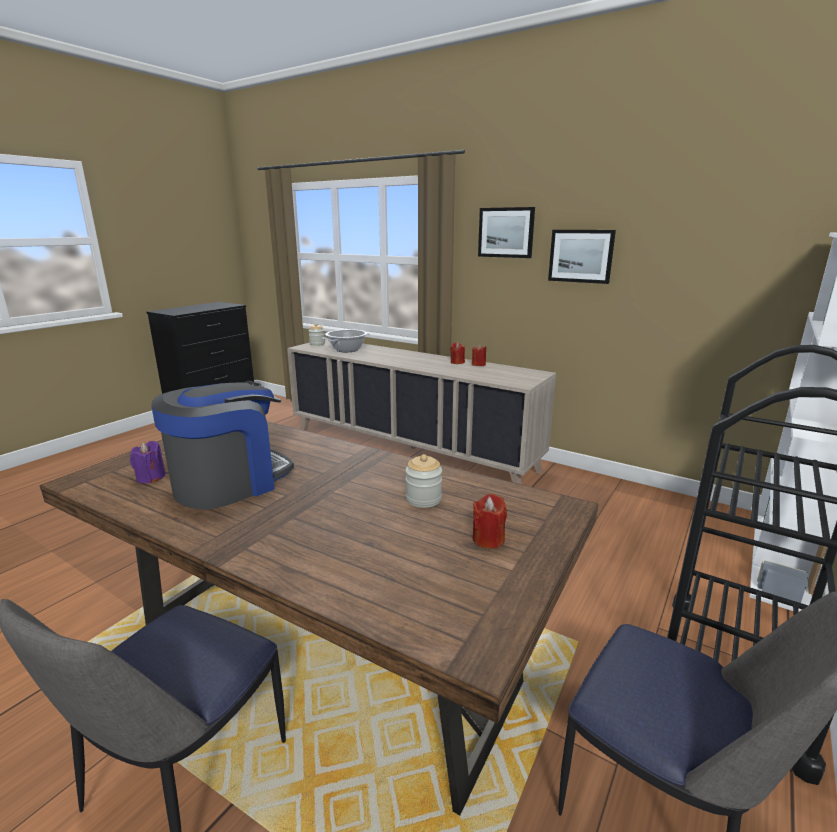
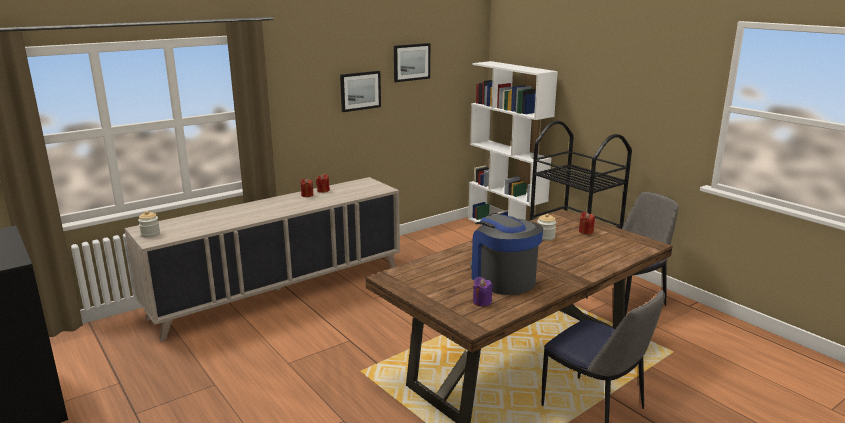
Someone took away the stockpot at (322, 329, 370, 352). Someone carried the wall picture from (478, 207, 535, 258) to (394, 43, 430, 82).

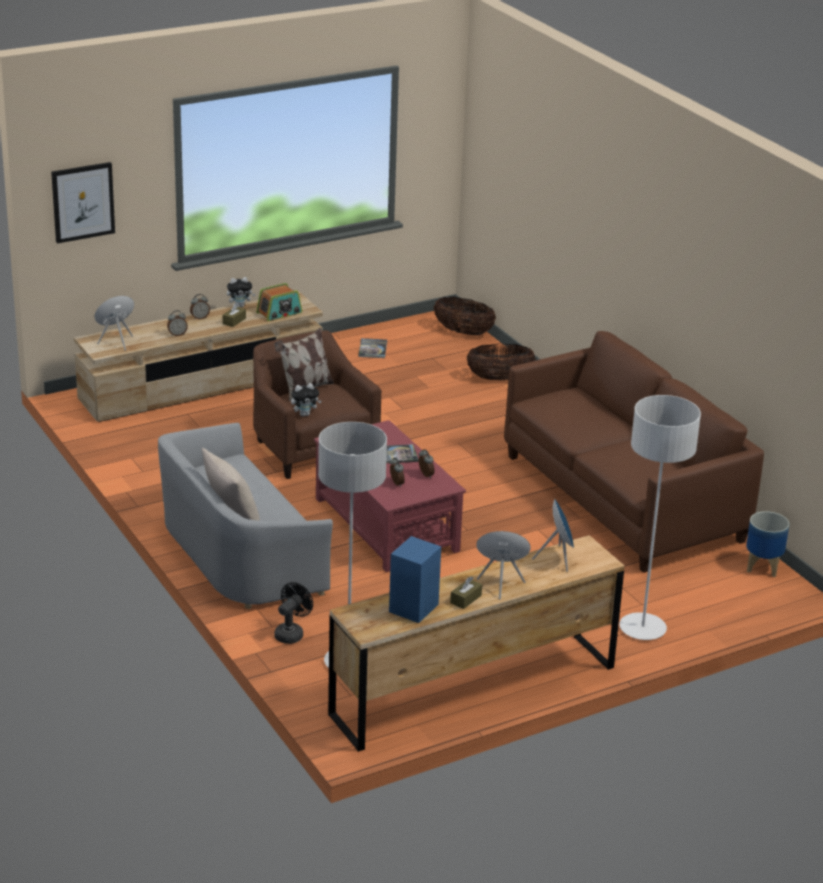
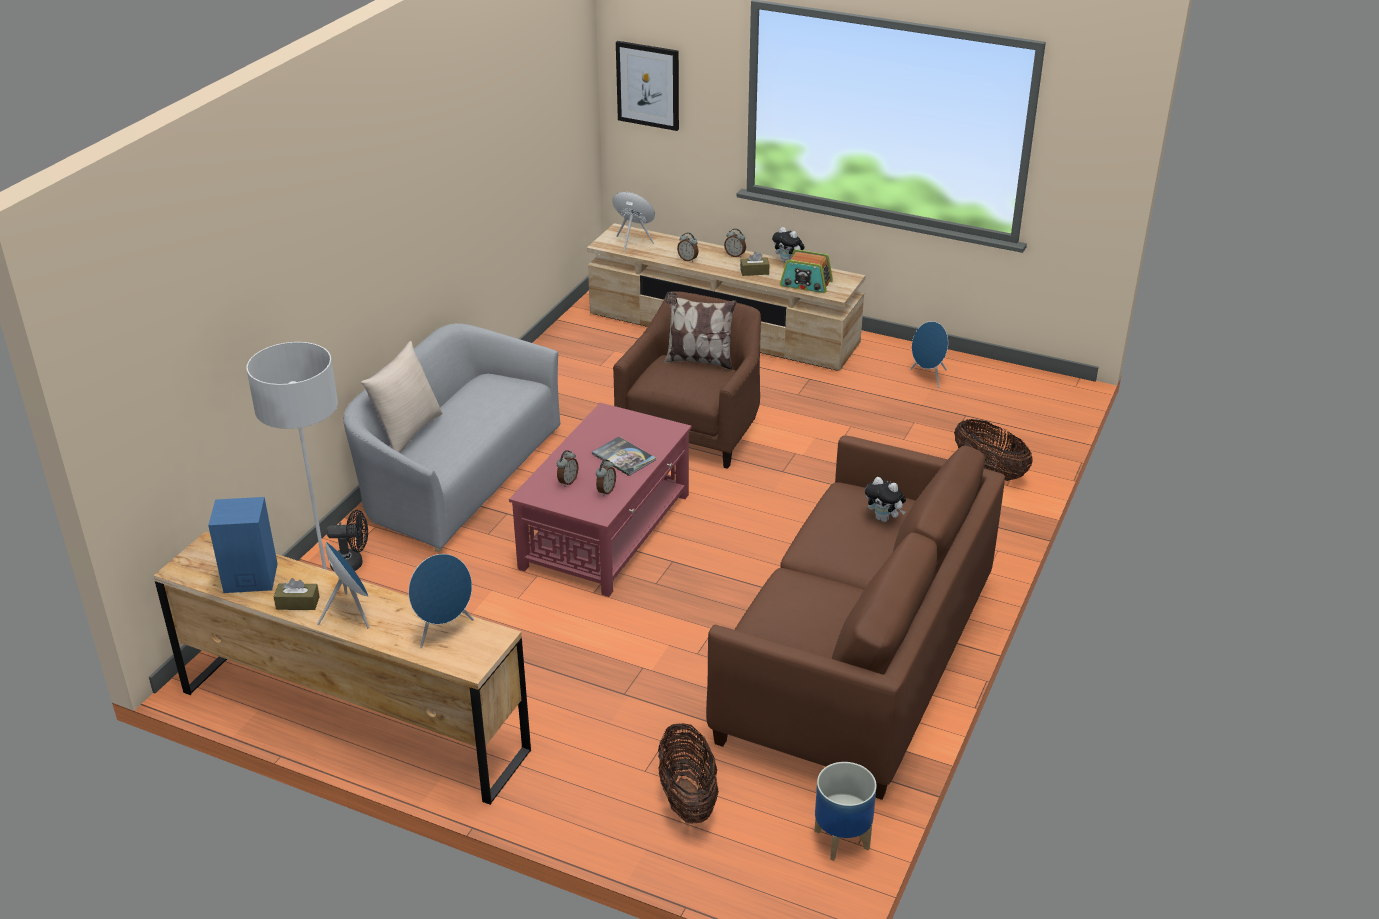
Someone took away the white-coloured floor lamp at (619, 395, 701, 640). Someone carried the plush toy from (291, 383, 322, 416) to (865, 477, 906, 522). Someone carried the storage basket from (433, 297, 496, 335) to (658, 723, 719, 824). Someone swapped the volume at (358, 338, 387, 358) for the bluish audio speaker at (911, 321, 948, 388).

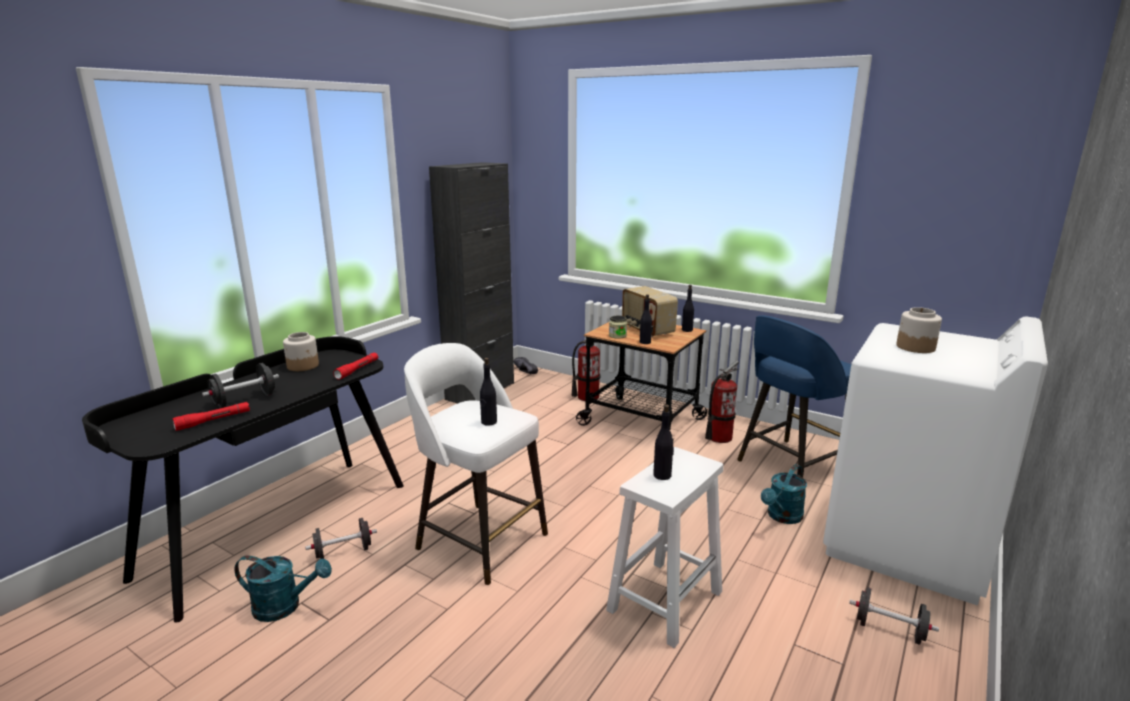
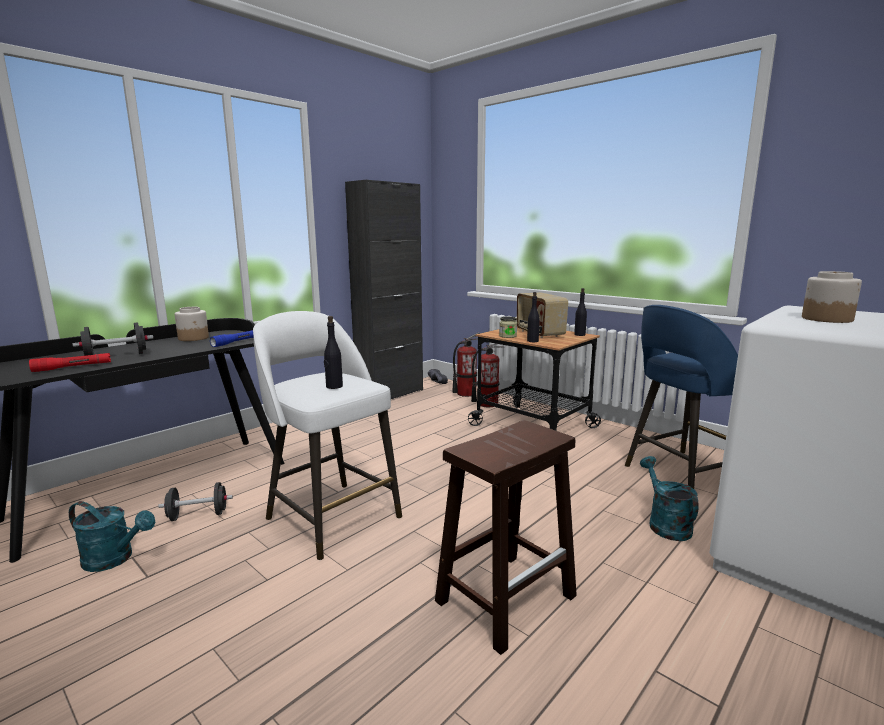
Someone took away the black-coloured beverage bottle at (653, 404, 674, 480). Someone took away the black-coloured free weight at (849, 587, 939, 645). Someone carried the extinguisher from (705, 361, 739, 443) to (452, 332, 480, 397). Someone repainted the reddish flashlight at (333, 353, 378, 380), which became the bluish flashlight at (210, 330, 254, 347). Someone repainted the white-coloured sitting stool at (606, 447, 724, 648), which became the brown sitting stool at (435, 420, 577, 655). Someone rotated the blue-green watering pot at (761, 464, 807, 524) by 120 degrees clockwise.

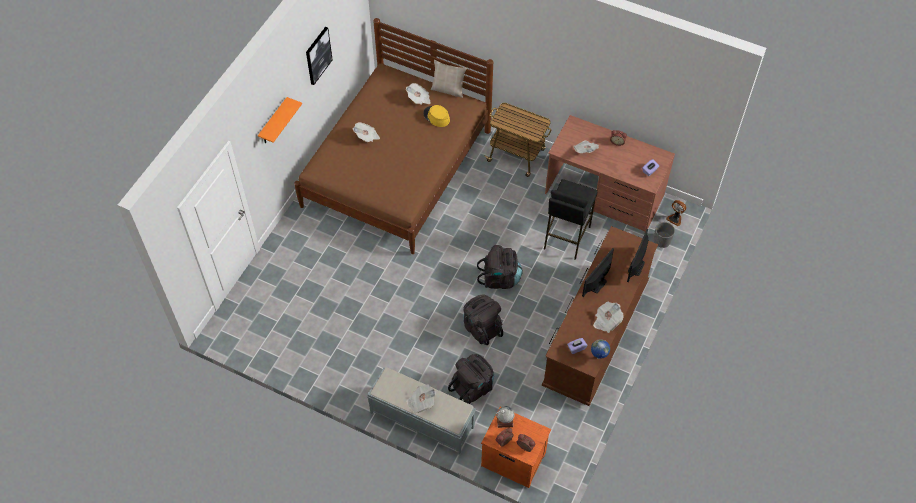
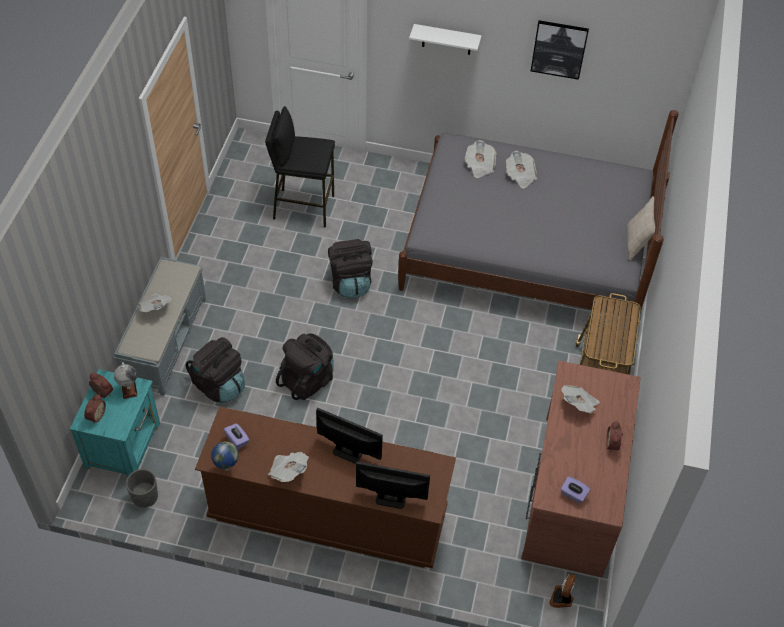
Someone took away the yellow clothing hat at (423, 105, 450, 127). Someone carried the newspaper from (406, 83, 431, 105) to (465, 140, 496, 178). Someone carried the black-coloured knapsack from (477, 245, 523, 289) to (328, 239, 373, 298). Someone carried the black-coloured sitting stool from (544, 179, 597, 260) to (265, 106, 335, 228). Someone carried the grey plant pot from (654, 222, 675, 248) to (126, 469, 158, 508). Someone repainted the orangey bracket shelf at (258, 97, 302, 143), which became the white-coloured bracket shelf at (409, 24, 482, 55). Someone repainted the brown bedroom bed at (294, 18, 493, 254), which became the grey bedroom bed at (398, 110, 679, 328). Someone repainted the orangey nightstand at (481, 407, 551, 488), which became the blue-green nightstand at (70, 369, 160, 477).

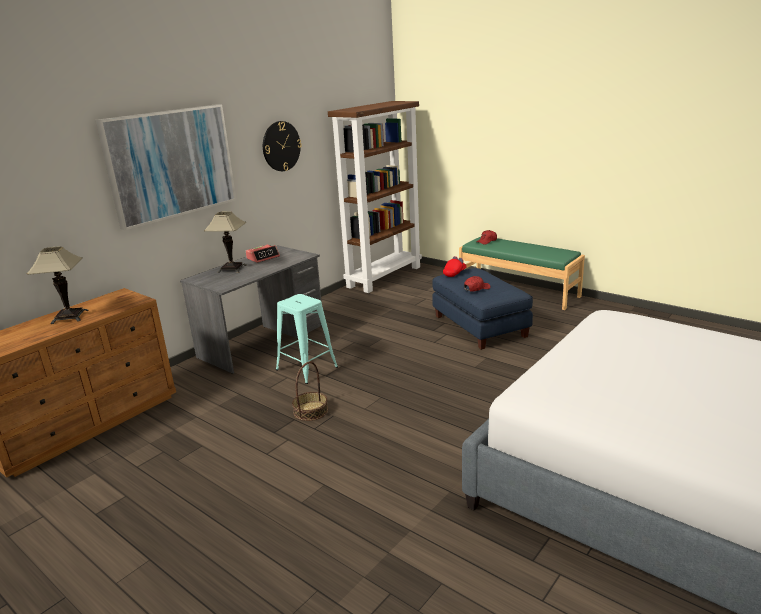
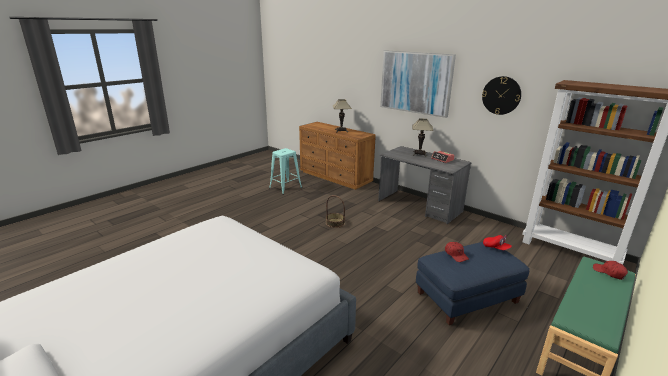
Someone carried the blue-green sitting stool from (276, 294, 338, 384) to (269, 148, 302, 195).

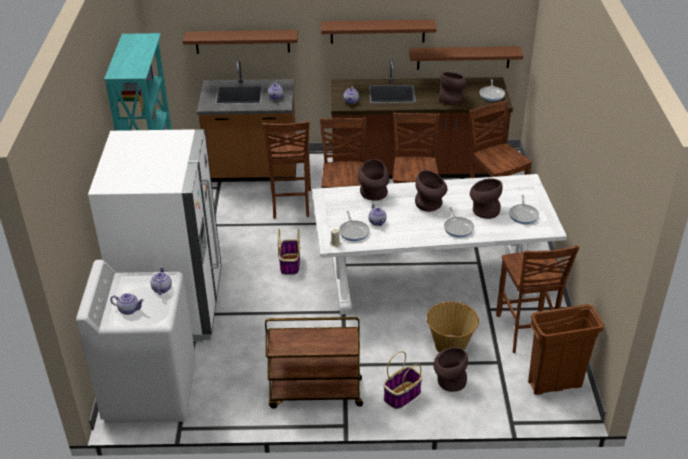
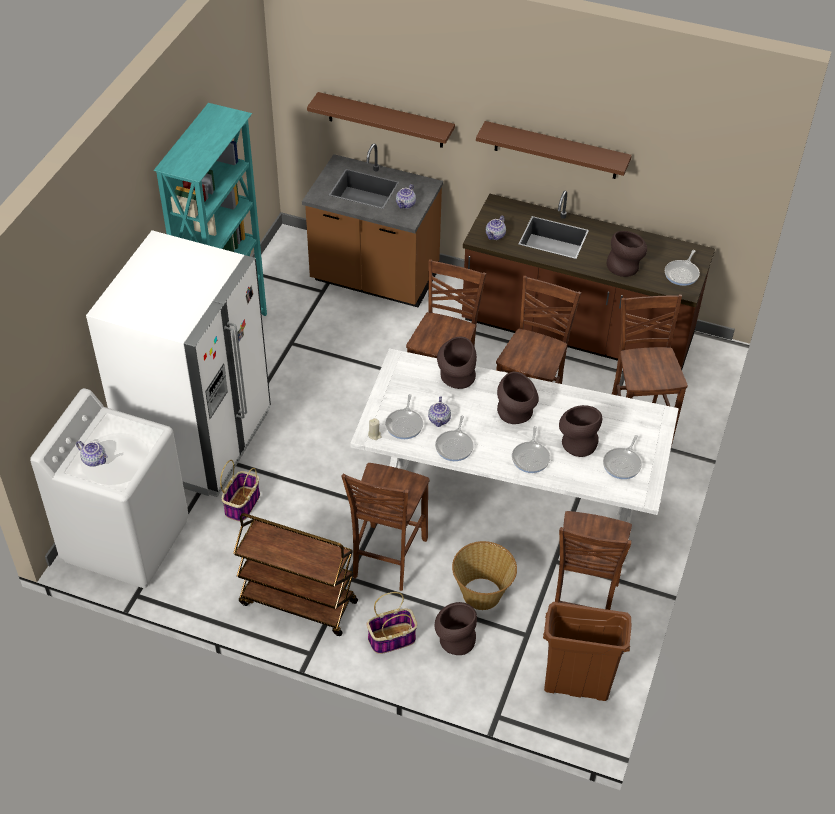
Someone took away the tea pot at (151, 266, 172, 295). Someone took away the brown bracket shelf at (409, 46, 523, 70). Someone put down the skillet at (435, 416, 474, 461). Someone carried the brown upright chair from (263, 121, 311, 219) to (341, 463, 430, 591). Someone carried the storage basket from (278, 228, 300, 275) to (220, 460, 260, 522).

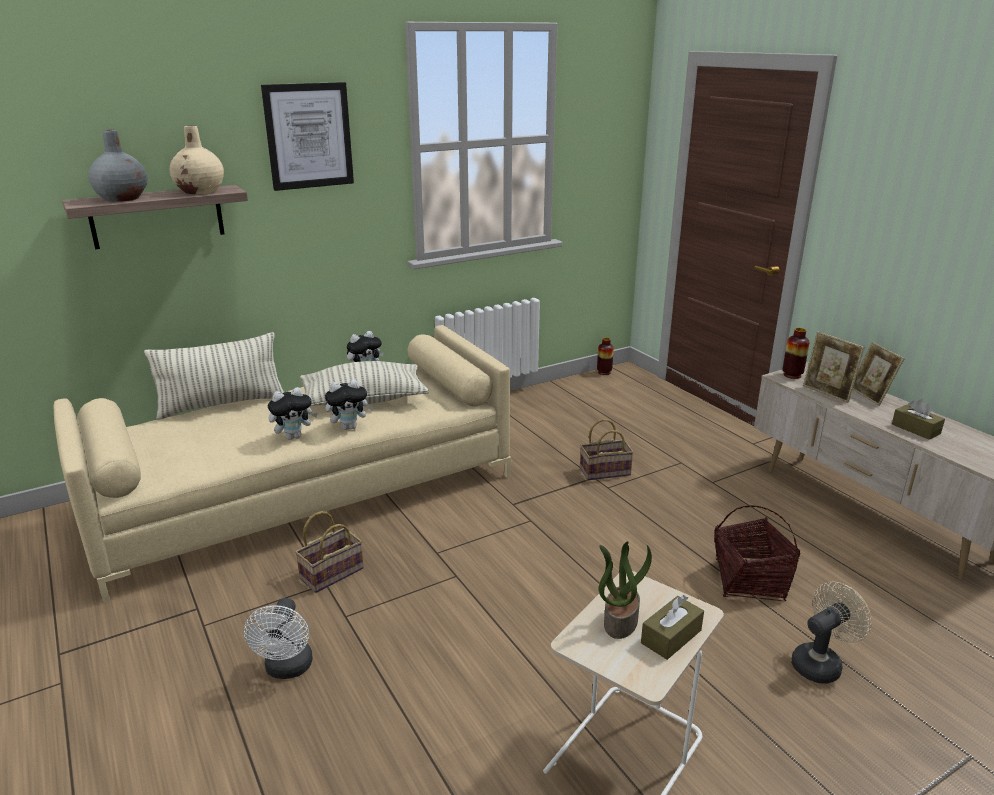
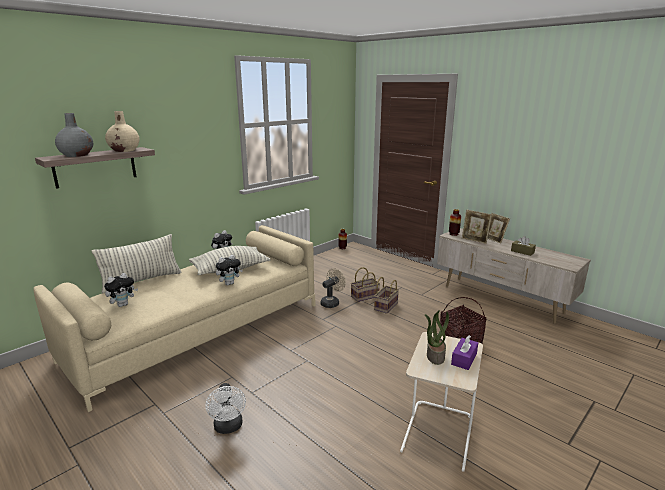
Someone took away the wall picture at (261, 82, 354, 191). Someone carried the plush toy from (268, 387, 318, 440) to (104, 273, 138, 307). Someone carried the storage basket from (295, 511, 364, 593) to (374, 277, 399, 314). Someone carried the sand-coloured fan from (791, 581, 872, 684) to (321, 268, 346, 308). Someone repainted the brown tissue holder at (641, 595, 704, 660), which became the purple-coloured tissue holder at (451, 335, 478, 370).

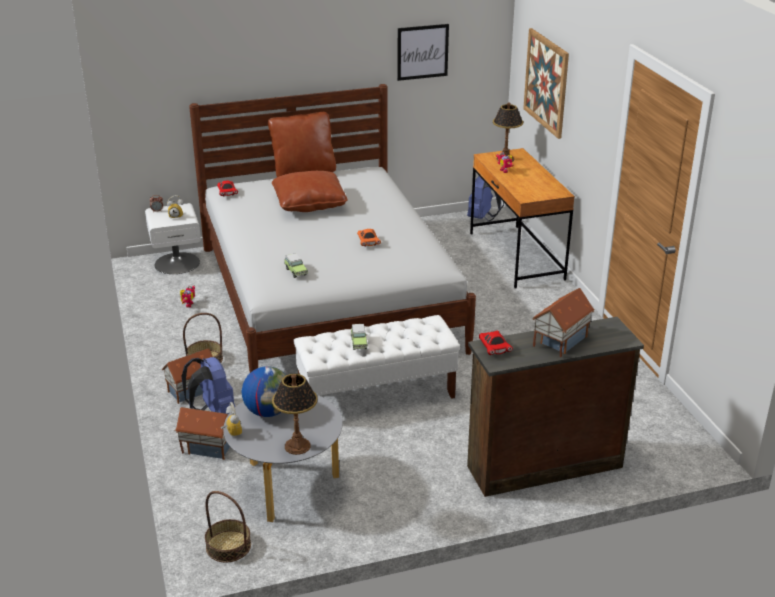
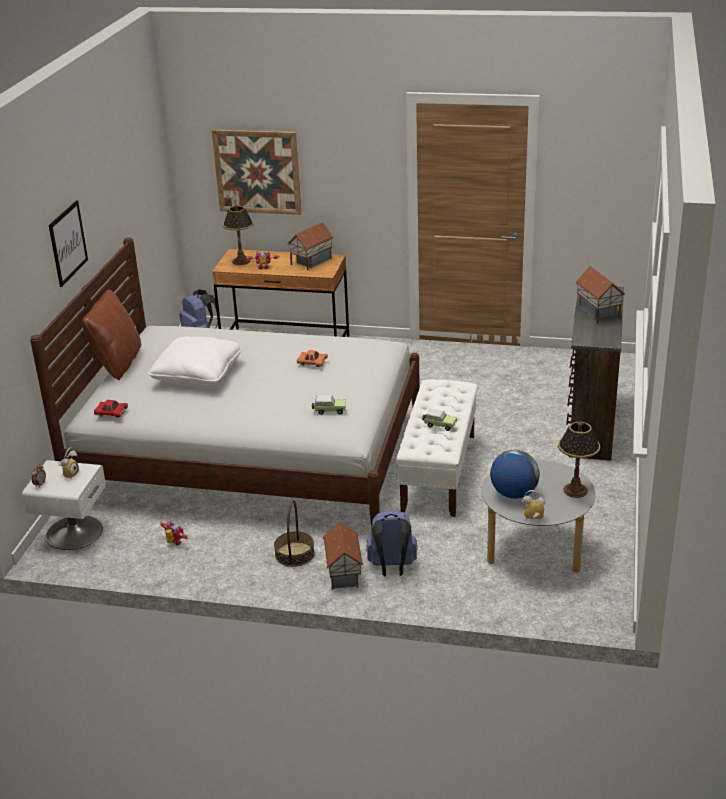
Someone took away the storage basket at (205, 491, 251, 562). Someone took away the reddish miniature car at (479, 330, 513, 355). Someone carried the model house from (175, 407, 230, 460) to (287, 222, 333, 270). Someone carried the wall picture from (397, 24, 449, 81) to (49, 200, 88, 287). Someone repainted the brown throw pillow at (272, 171, 348, 212), which became the white-coloured throw pillow at (148, 337, 242, 385).

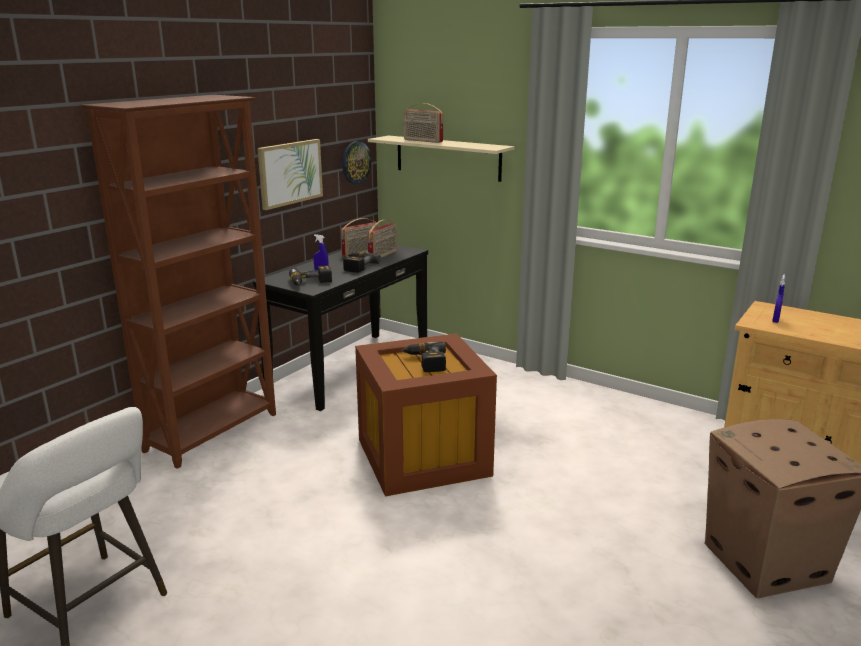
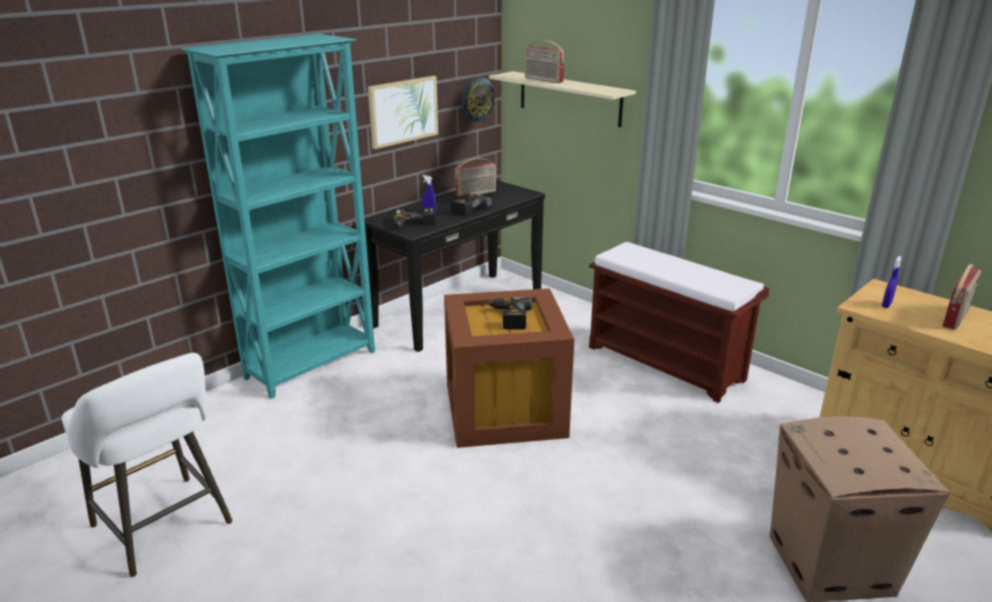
Someone put down the brown indoor bench at (589, 242, 769, 403). Someone carried the radio set from (367, 220, 397, 258) to (943, 264, 981, 330). Someone repainted the brown shelving unit at (81, 95, 276, 469), which became the blue-green shelving unit at (181, 34, 375, 399).

